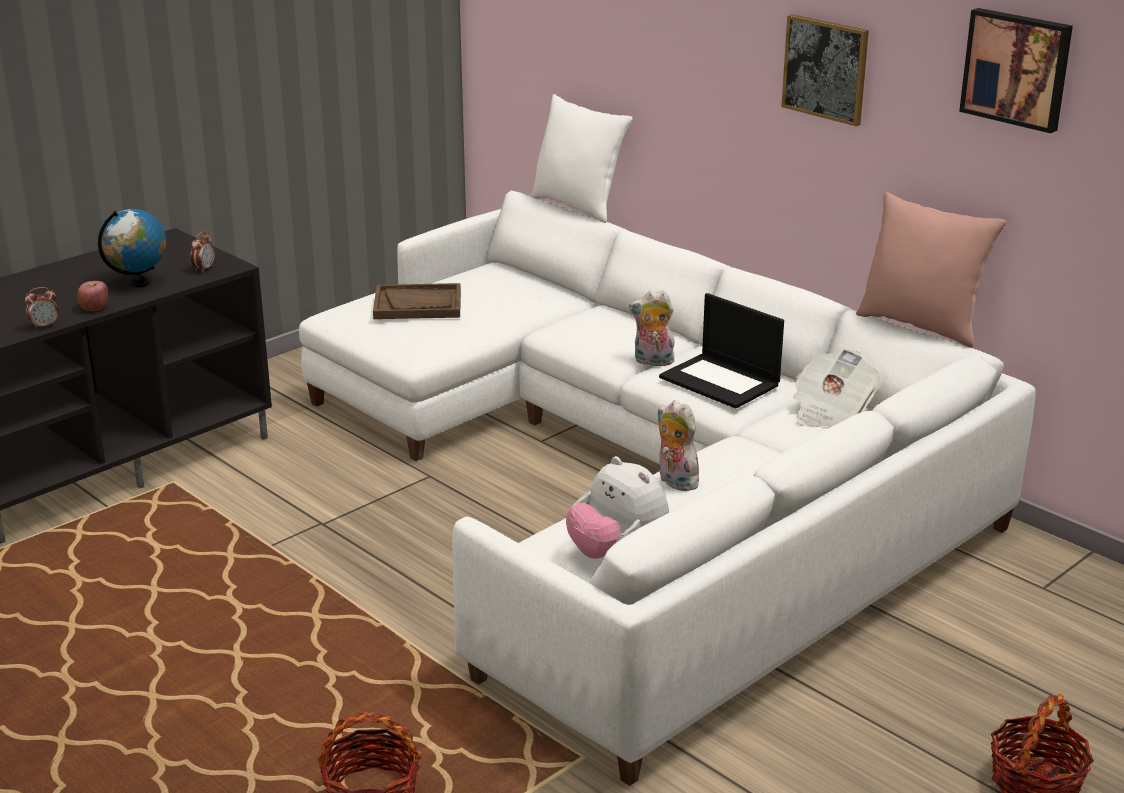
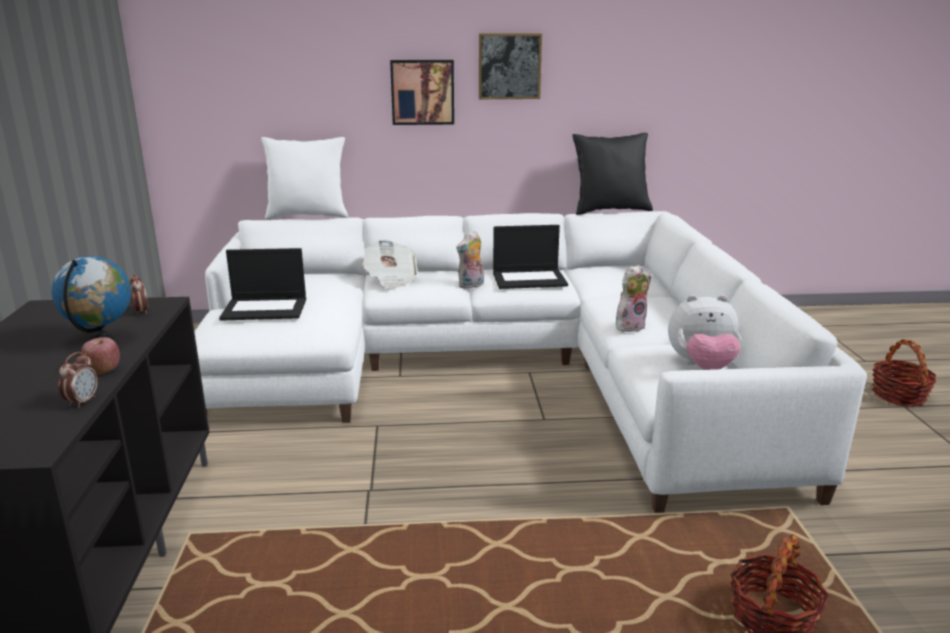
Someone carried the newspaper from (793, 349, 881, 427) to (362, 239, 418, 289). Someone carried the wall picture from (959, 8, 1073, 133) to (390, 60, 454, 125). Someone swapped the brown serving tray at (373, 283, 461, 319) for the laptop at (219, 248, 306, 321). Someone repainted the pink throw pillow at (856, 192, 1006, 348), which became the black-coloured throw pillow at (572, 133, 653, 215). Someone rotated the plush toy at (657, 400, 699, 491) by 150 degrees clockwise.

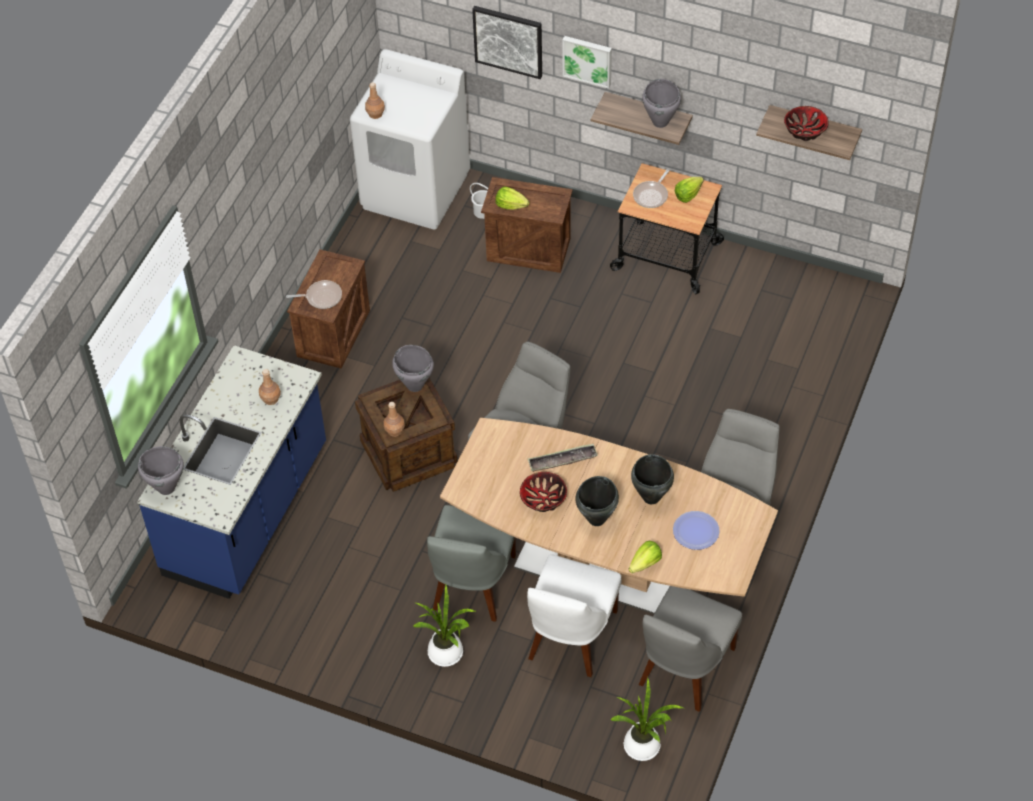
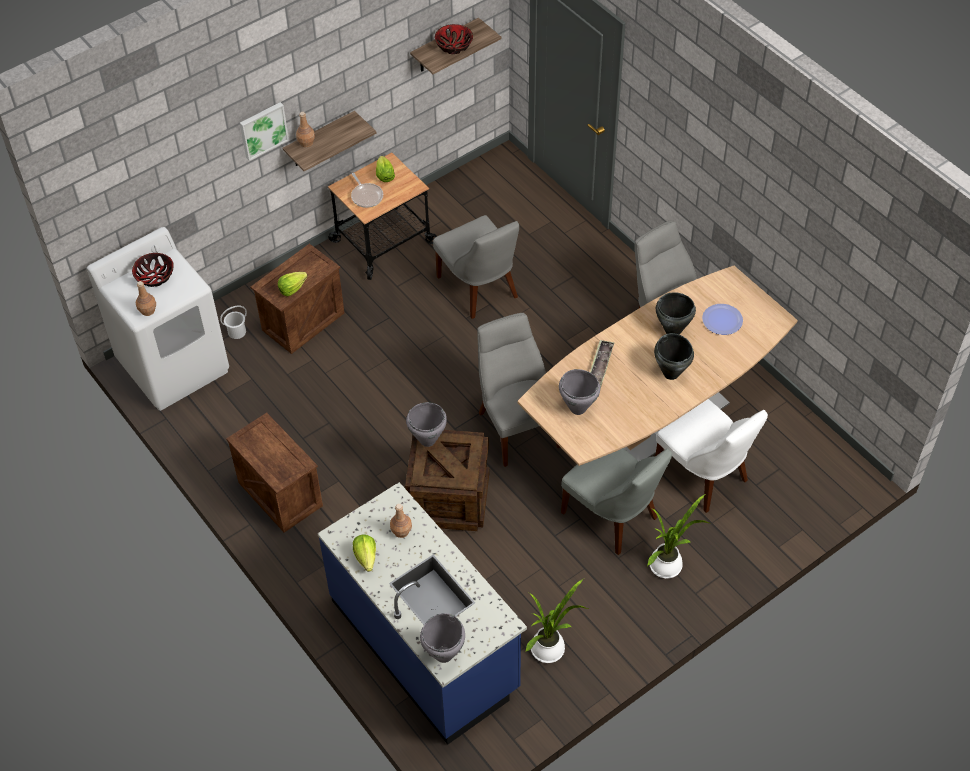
Someone took away the skillet at (286, 280, 342, 309). Someone took away the wall picture at (472, 6, 542, 79). Someone carried the brown beverage bottle from (384, 402, 405, 437) to (296, 112, 315, 147). Someone carried the deep dish from (520, 472, 567, 512) to (132, 253, 174, 287). Someone carried the houseplant from (610, 677, 684, 761) to (526, 579, 588, 663). Someone carried the lettuce head from (629, 541, 662, 573) to (353, 535, 376, 572). Someone carried the grey upright chair from (639, 586, 742, 712) to (433, 215, 519, 319). Someone carried the grey stockpot from (642, 79, 681, 128) to (559, 369, 600, 415).

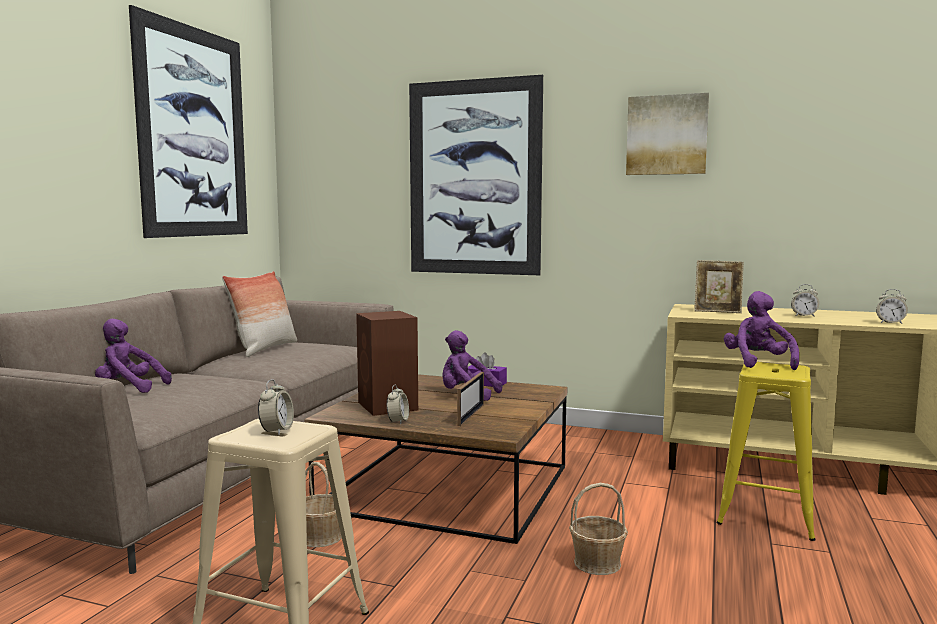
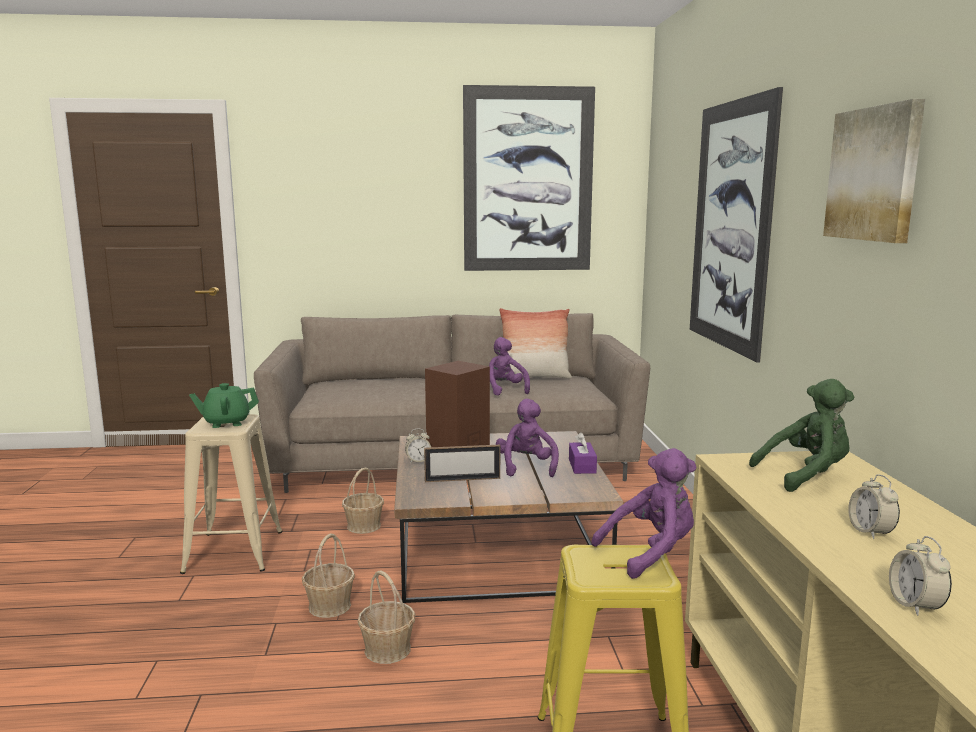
Someone put down the storage basket at (302, 534, 355, 618). Someone carried the purple-coloured plush toy from (95, 319, 172, 393) to (489, 337, 530, 396). Someone swapped the alarm clock at (258, 379, 294, 435) for the green-coloured tea pot at (189, 383, 259, 428). Someone swapped the standing frame at (694, 260, 744, 313) for the green-coloured plush toy at (749, 379, 854, 492).

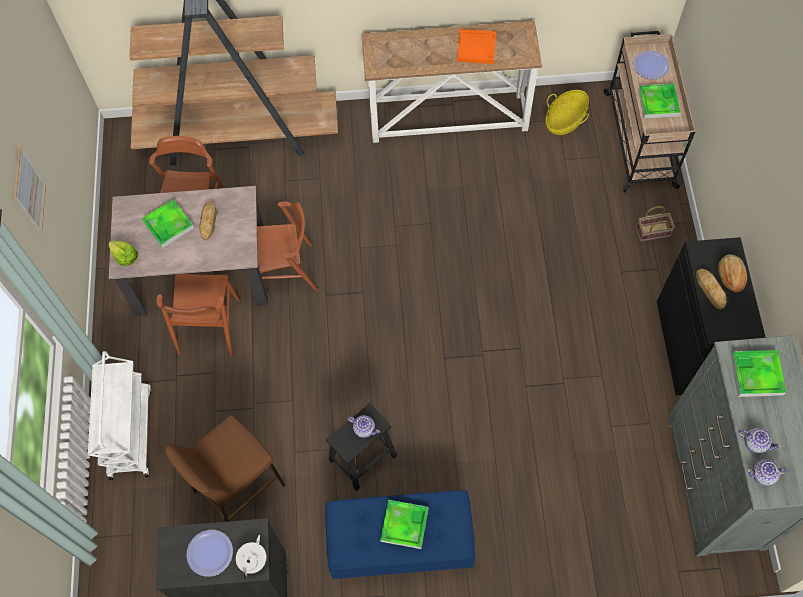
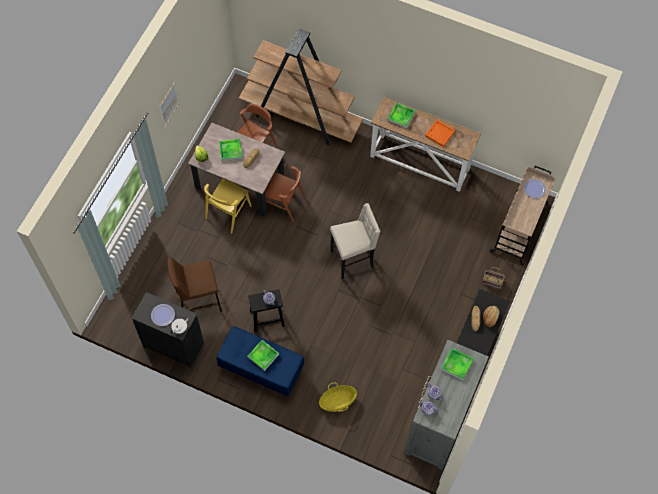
Someone took away the white-coloured trolley at (88, 351, 152, 480). Someone put down the sand-coloured sitting stool at (330, 203, 380, 279). Someone carried the storage basket from (545, 90, 589, 135) to (319, 383, 357, 412). Someone carried the serving tray from (638, 84, 681, 119) to (388, 102, 415, 128). Someone repainted the brown upright chair at (156, 274, 240, 356), which became the yellow upright chair at (204, 178, 252, 234).

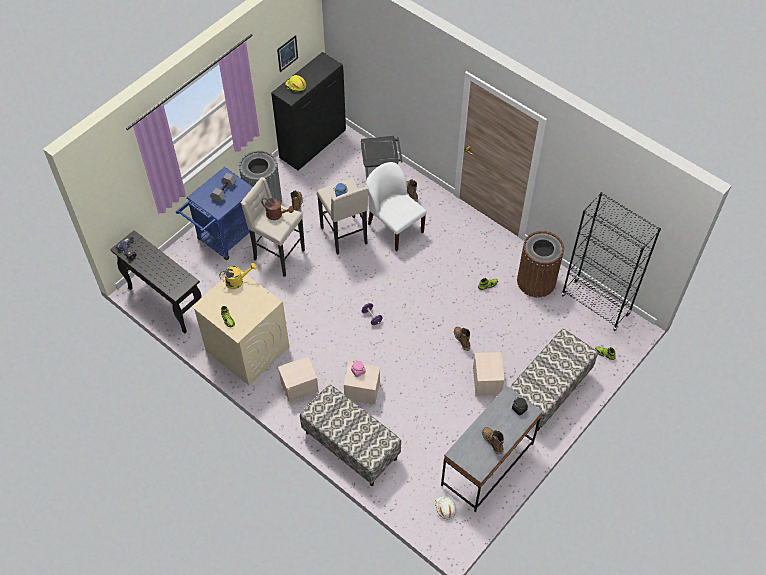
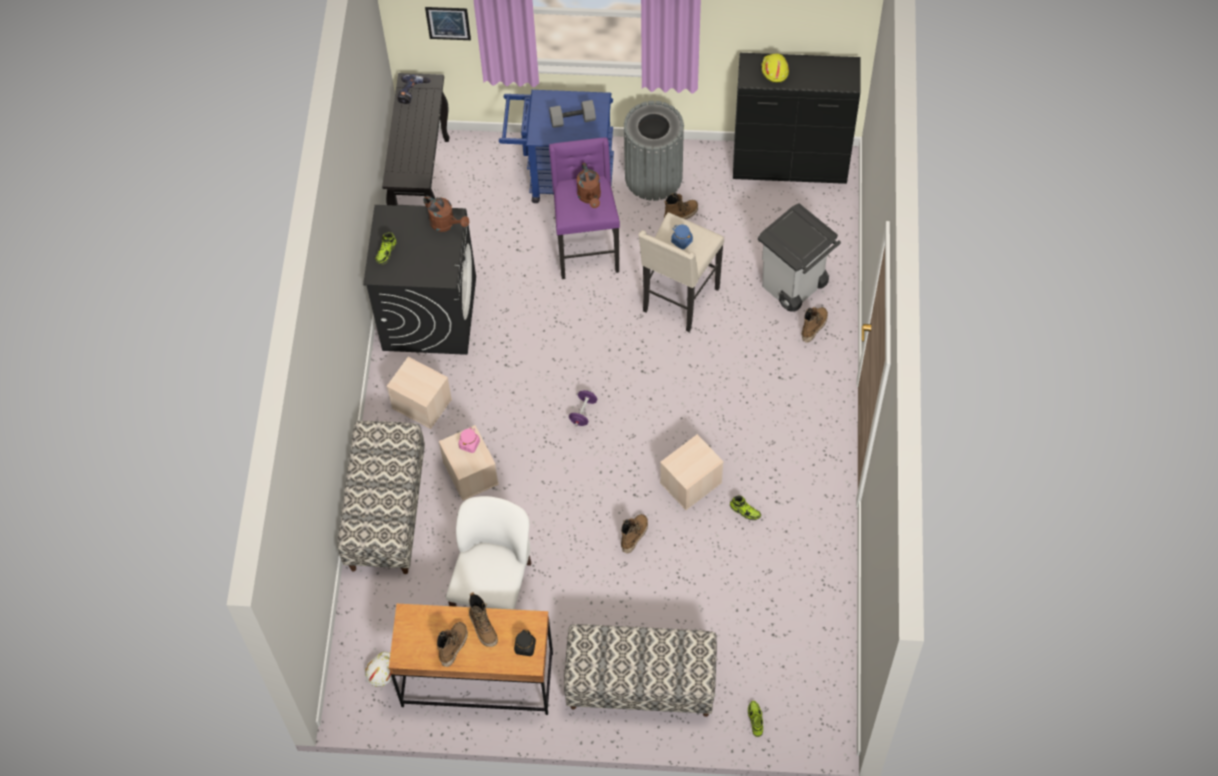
Someone took away the brown waste bin at (517, 231, 564, 297). Someone took away the black-coloured shelving unit at (561, 192, 661, 331). Someone put down the boot at (469, 592, 498, 647). Someone carried the wall picture from (277, 35, 298, 72) to (425, 7, 471, 40). Someone carried the white-coloured upright chair from (366, 162, 427, 252) to (446, 496, 531, 610). Someone carried the sand-coloured storage box from (473, 352, 505, 396) to (660, 434, 724, 510). Someone repainted the sand-coloured washing machine at (192, 272, 289, 385), which became the black-coloured washing machine at (363, 205, 476, 355). Someone repainted the yellow watering pot at (219, 263, 257, 289), which became the brown watering pot at (423, 196, 469, 232). Someone repainted the sand-coloured sitting stool at (241, 177, 305, 277), which became the purple-coloured sitting stool at (549, 137, 620, 279). Someone repainted the grey desk table at (441, 386, 542, 512), which became the brown desk table at (389, 604, 553, 715).

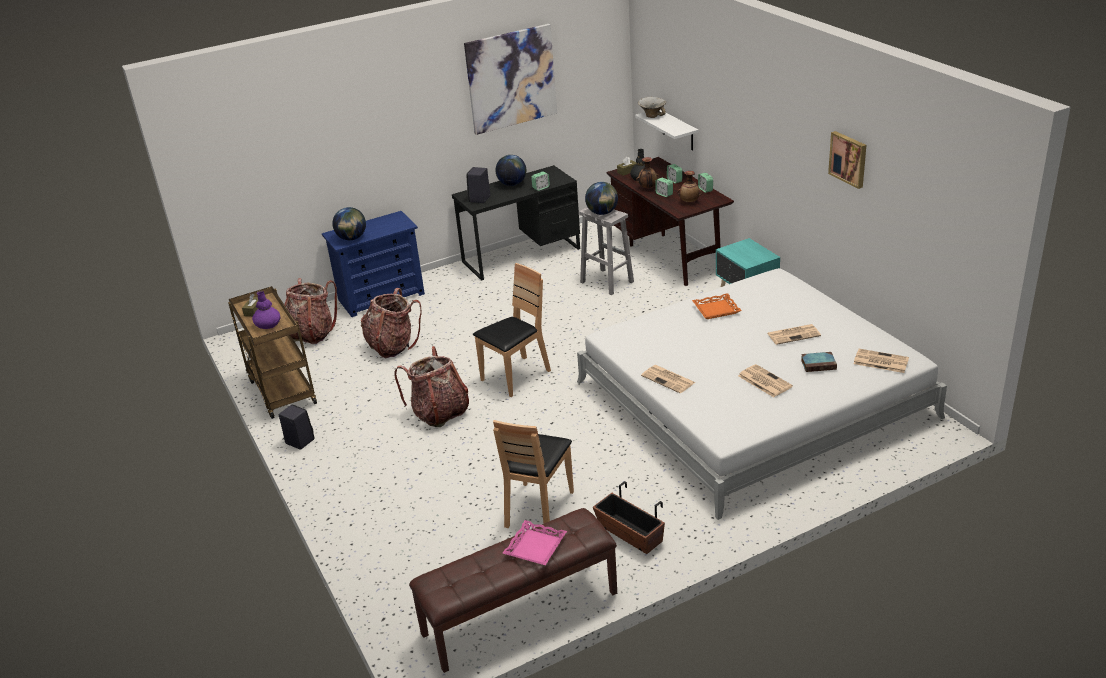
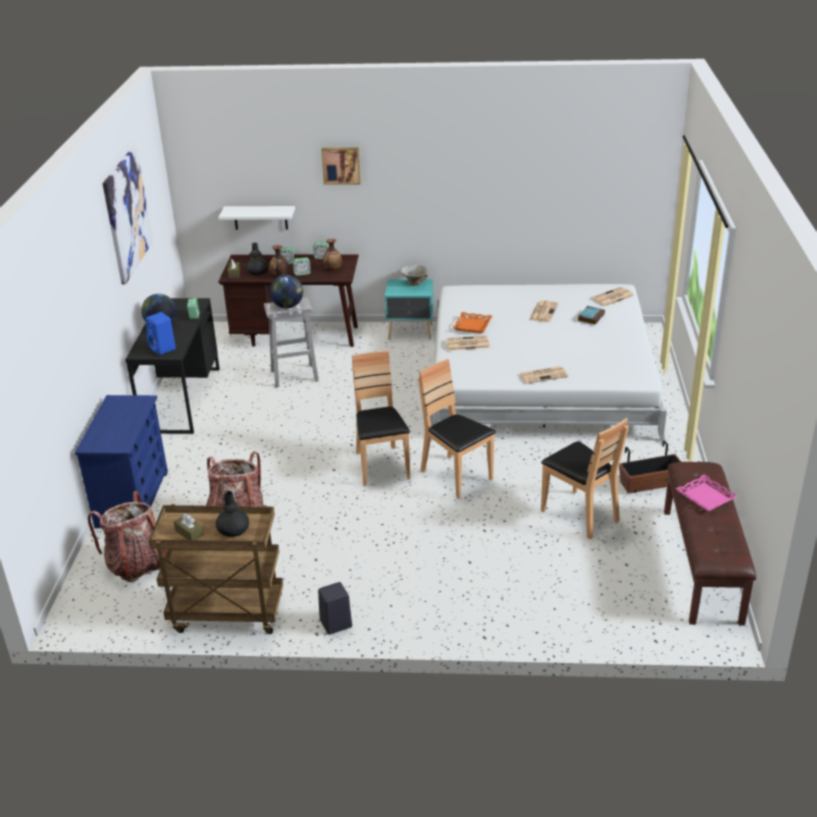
Someone took away the desk globe at (332, 207, 366, 240). Someone took away the knapsack at (394, 346, 469, 427). Someone put down the brown upright chair at (418, 359, 496, 499). Someone carried the deep dish from (638, 97, 666, 118) to (400, 265, 428, 286). Someone carried the newspaper from (738, 364, 793, 397) to (446, 336, 490, 351). Someone carried the wall picture from (828, 131, 866, 189) to (321, 147, 361, 185). Someone repainted the purple-coloured flower vase at (252, 291, 280, 329), which became the black-coloured flower vase at (216, 491, 249, 537). Someone repainted the black-coloured audio speaker at (466, 167, 491, 203), which became the bluish audio speaker at (146, 312, 176, 355).

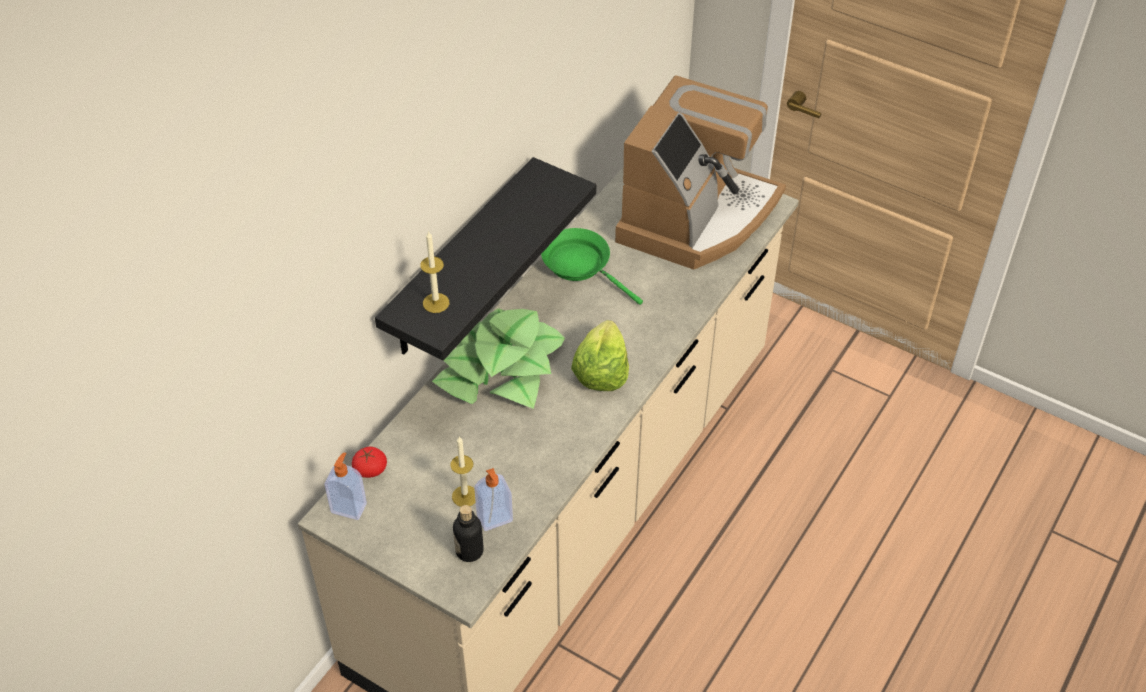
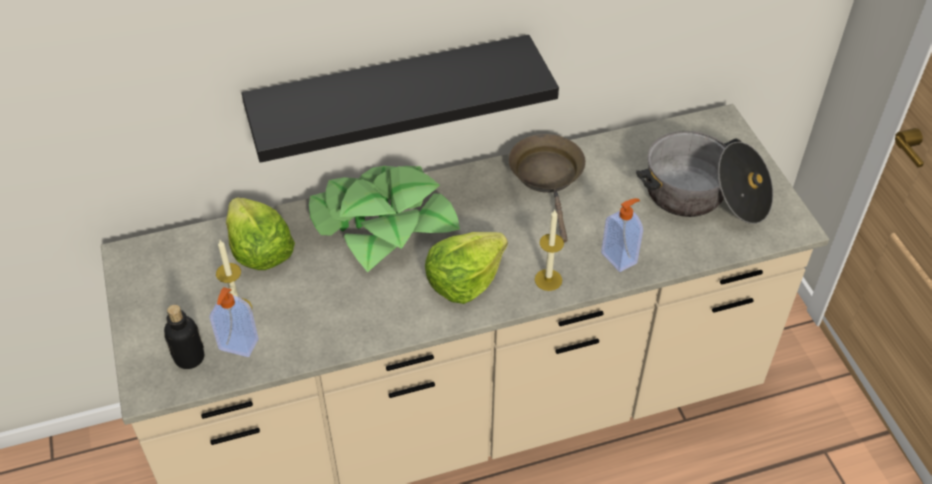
Someone took away the tomato at (352, 447, 387, 478). Someone put down the lettuce head at (226, 197, 295, 270). Someone carried the liquid soap bottle from (324, 453, 367, 520) to (601, 198, 643, 272). Someone carried the wax candle from (420, 231, 449, 313) to (535, 210, 564, 291). Someone swapped the coffee machine at (615, 75, 786, 270) for the stockpot at (636, 131, 773, 224). Someone repainted the green-coloured skillet at (541, 228, 643, 305), which became the brown skillet at (509, 134, 586, 243).

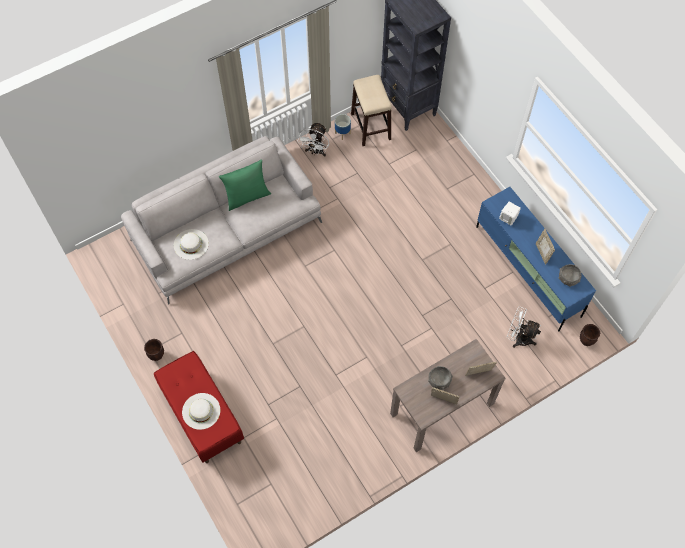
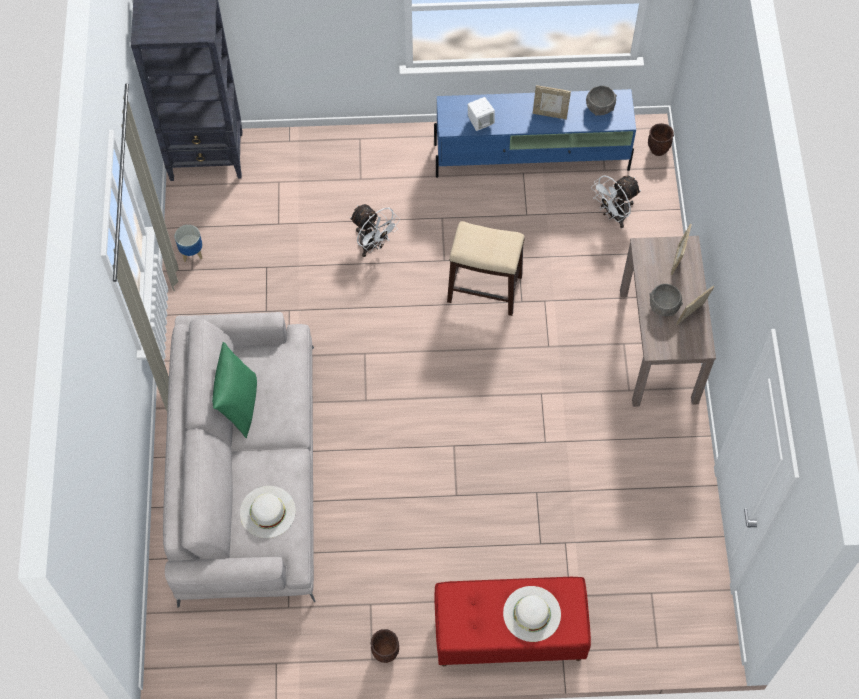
Someone carried the white-coloured fan from (297, 122, 329, 157) to (350, 204, 400, 257). Someone carried the sitting stool from (351, 75, 392, 146) to (447, 221, 525, 316).

